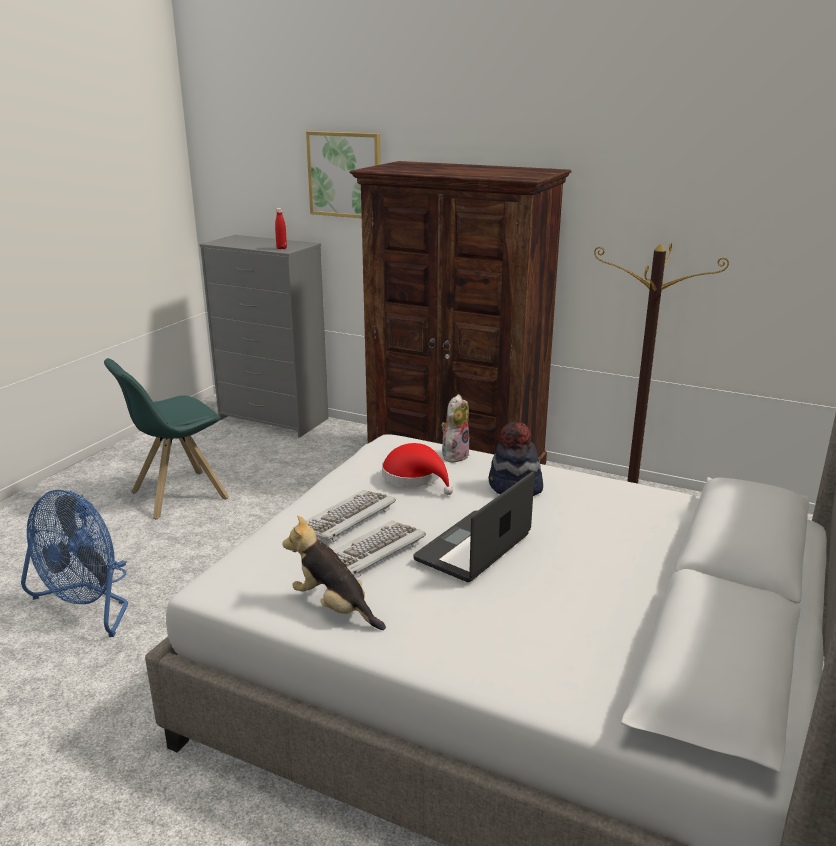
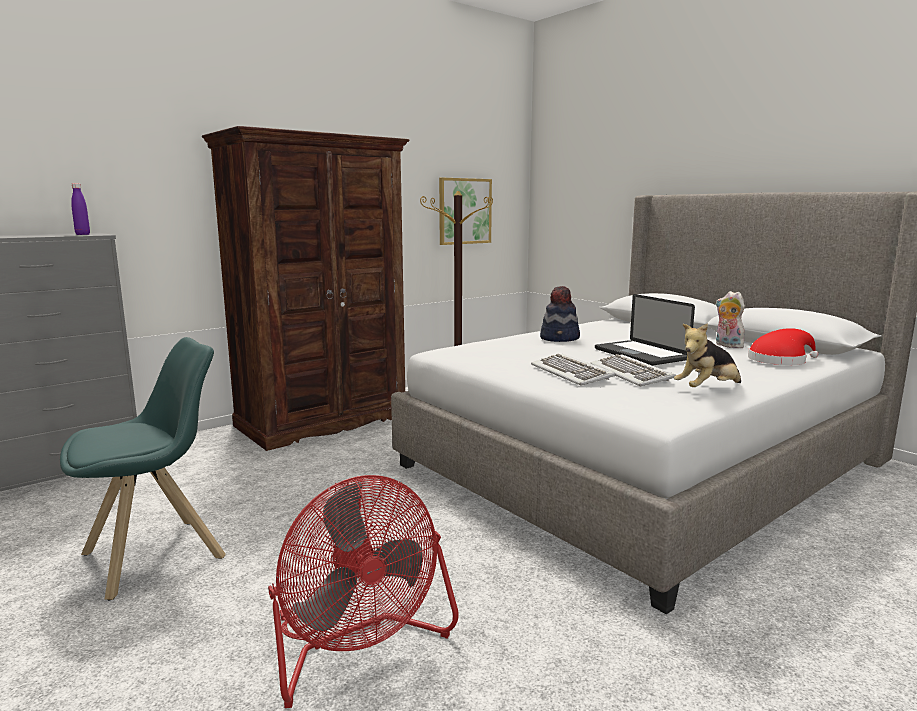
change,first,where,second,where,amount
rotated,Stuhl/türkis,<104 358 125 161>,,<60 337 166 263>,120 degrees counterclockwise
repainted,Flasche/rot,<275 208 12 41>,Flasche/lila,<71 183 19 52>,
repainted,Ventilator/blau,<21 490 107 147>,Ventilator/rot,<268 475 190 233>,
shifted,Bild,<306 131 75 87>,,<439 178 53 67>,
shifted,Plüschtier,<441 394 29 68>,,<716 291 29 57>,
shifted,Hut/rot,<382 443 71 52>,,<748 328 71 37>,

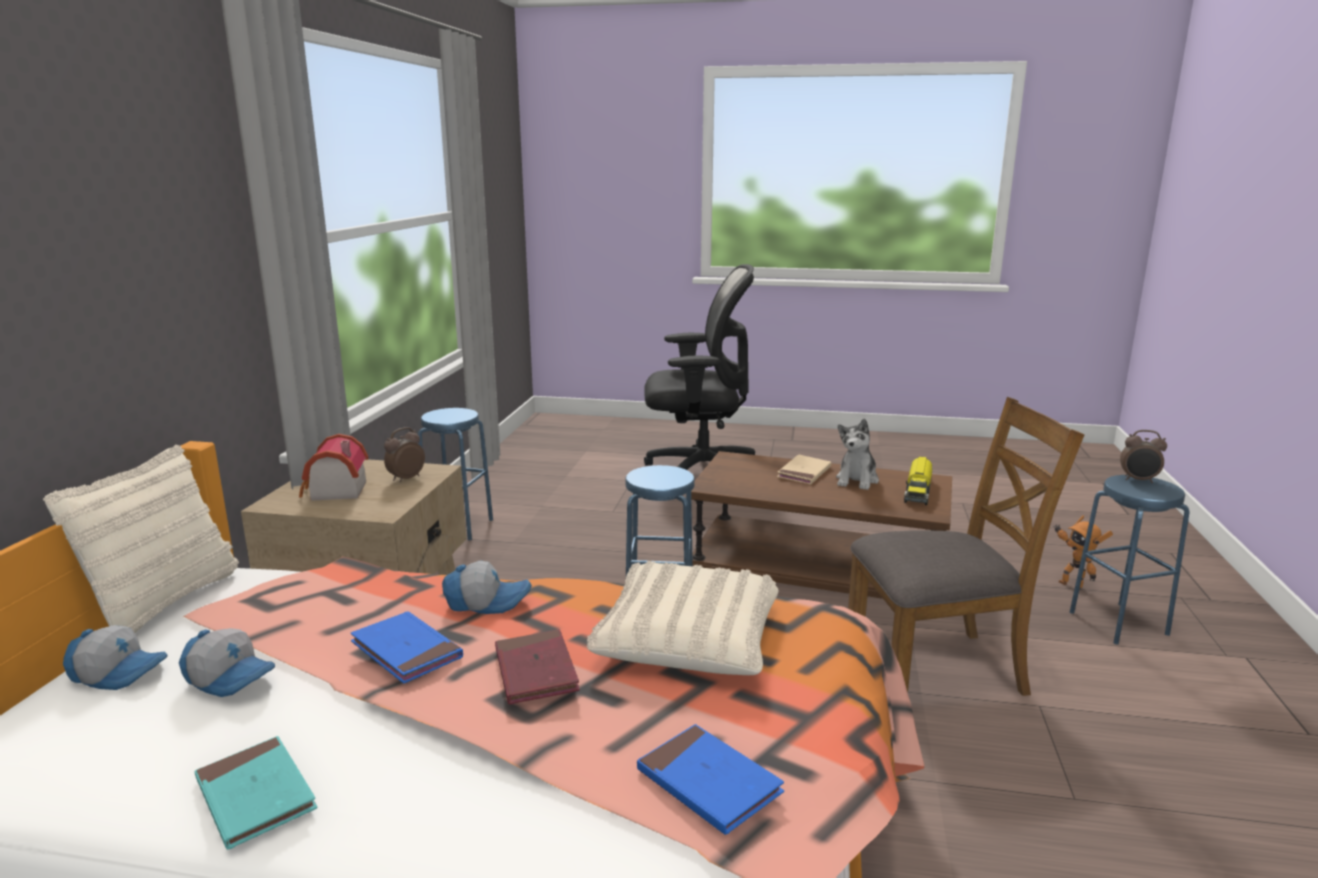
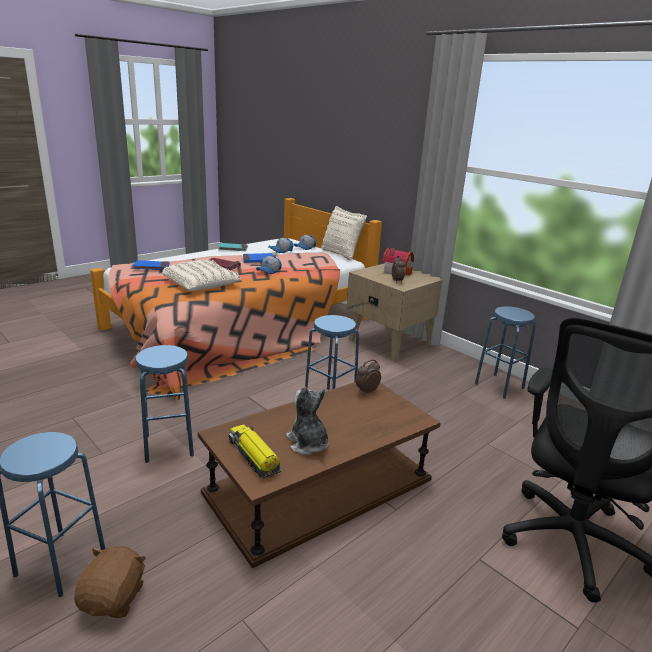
change,first,where,second,where,amount
swapped,Spielzeugroboter,<1053 515 60 73>,Plüschtier/braun,<74 546 72 72>,
swapped,Stuhl/braun,<848 397 236 299>,Hocker/blau,<135 345 59 118>,
shifted,Wecker,<1120 430 47 53>,,<356 359 25 36>,
gone,Buch/beige,<777 455 54 29>,,,

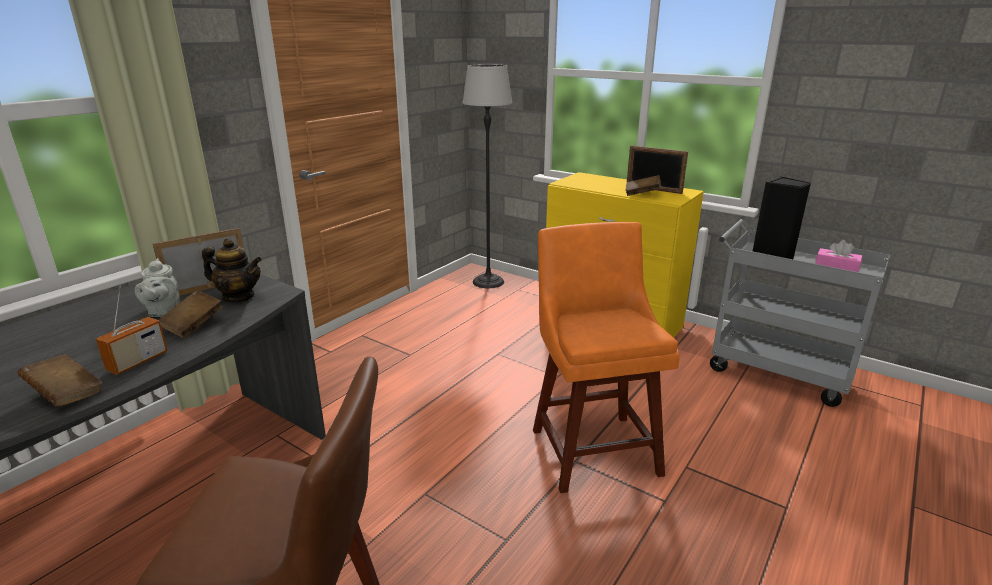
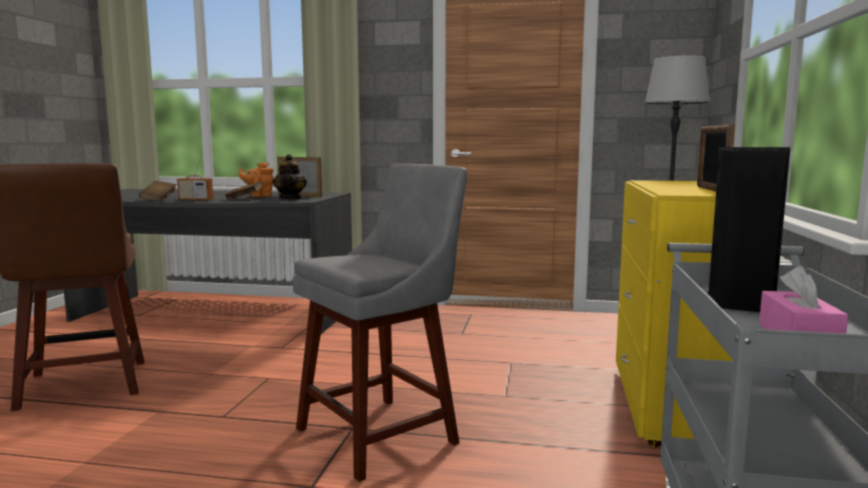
change,first,where,second,where,amount
repainted,Teekanne/grau,<135 258 45 59>,Teekanne/orange,<239 162 35 35>,
repainted,Stuhl/orange,<533 222 147 271>,Stuhl/grau,<293 164 174 318>,
gone,Buch/braun,<625 175 36 21>,,,

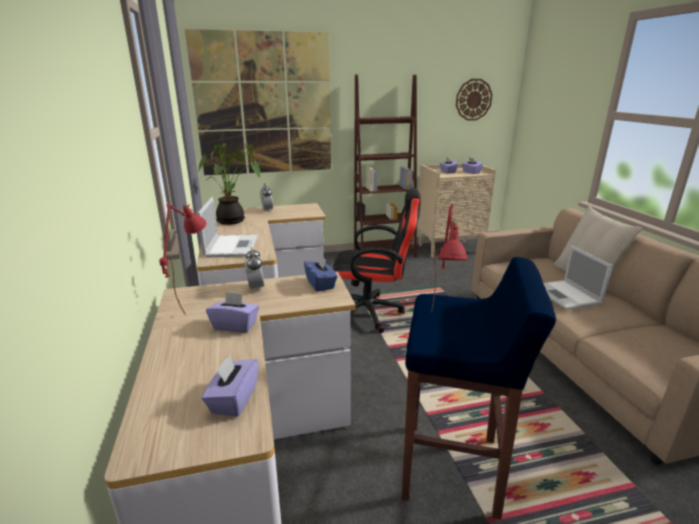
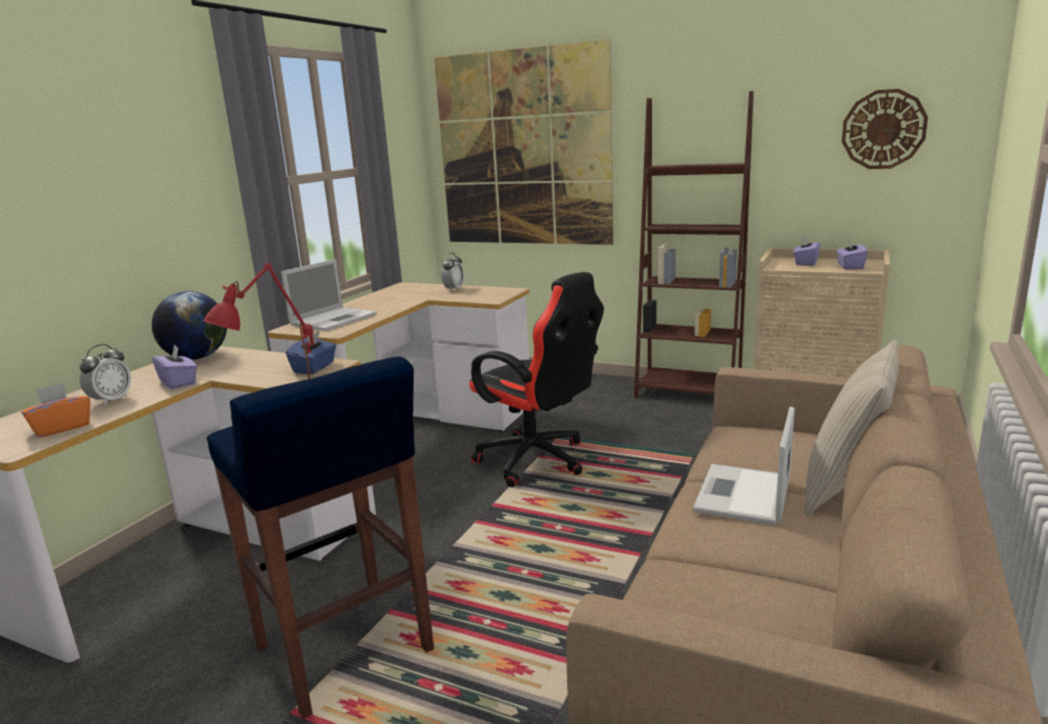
change,first,where,second,where,amount
repainted,Taschentuchbox/lila,<202 354 57 63>,Taschentuchbox/orange,<21 383 69 55>,
shifted,Wecker,<244 247 21 45>,,<79 344 52 62>,
swapped,Tischlampe/rot,<159 203 47 112>,Globus,<152 291 75 69>,
gone,Topfpflanze,<199 143 61 82>,,,

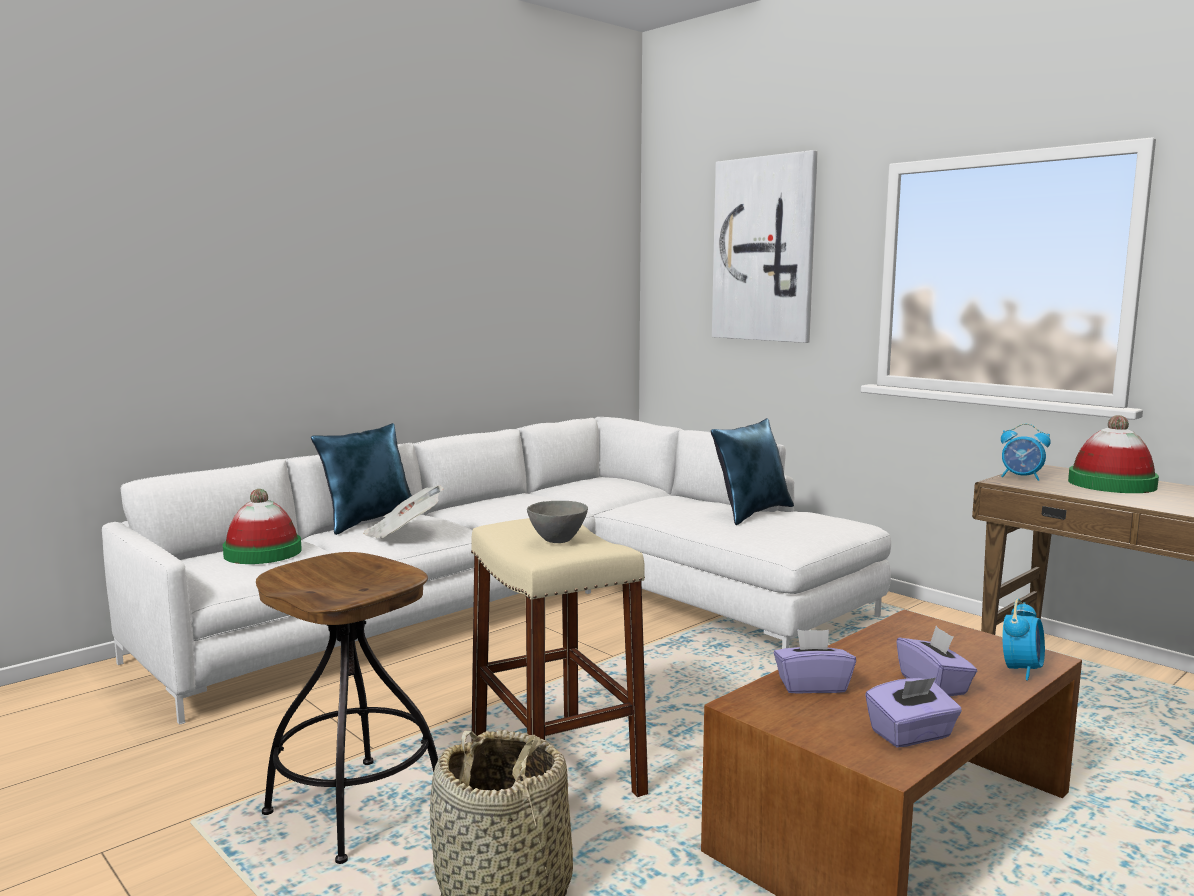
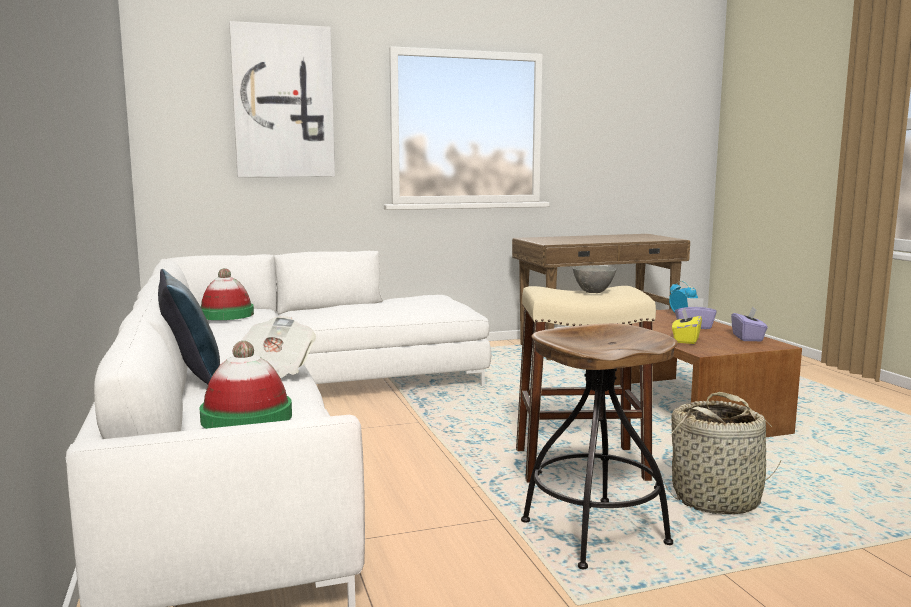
change,first,where,second,where,amount
shifted,Hut,<1068 415 91 78>,,<200 268 54 52>,
repainted,Taschentuchbox/lila,<774 629 82 65>,Taschentuchbox/gelb,<672 309 30 35>,
gone,Kissen/blau,<711 418 83 107>,,,
gone,Wecker,<1001 423 50 58>,,,

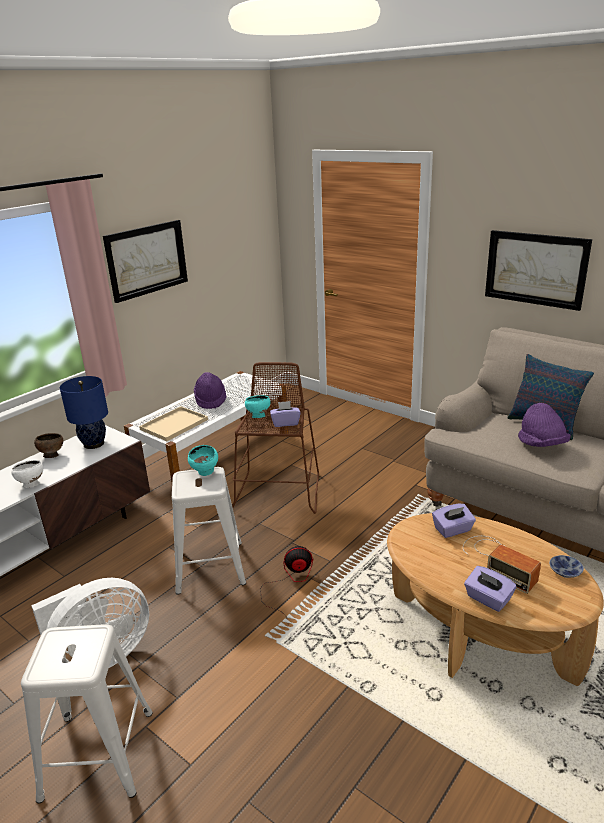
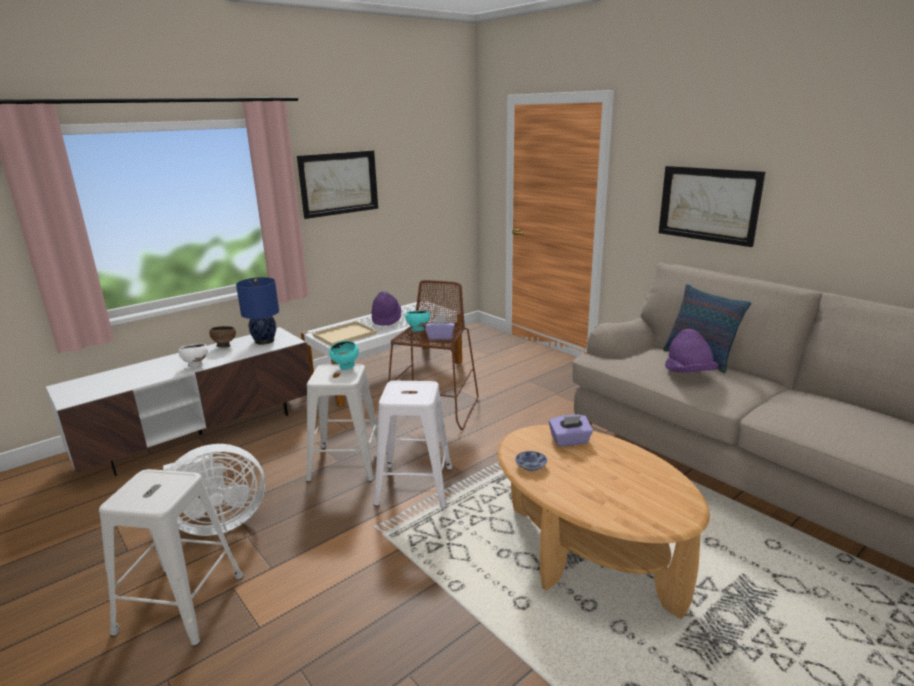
change,first,where,second,where,amount
swapped,Ventilator,<260 546 53 74>,Hocker/weiß,<373 381 80 127>,
shifted,Schüssel,<549 555 35 23>,,<515 451 33 20>,
gone,Radio,<463 536 78 58>,,,
gone,Taschentuchbox/lila,<464 566 52 46>,,,

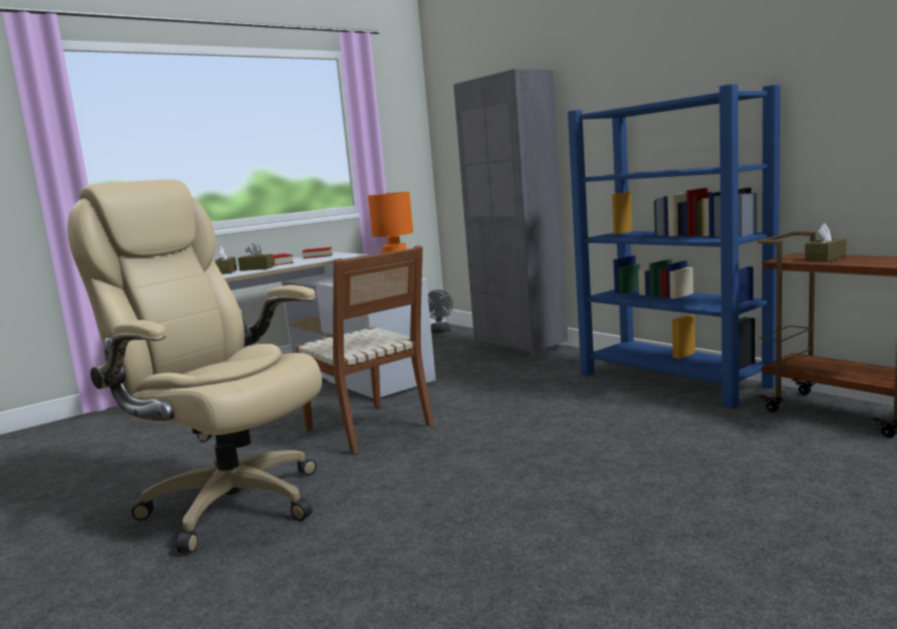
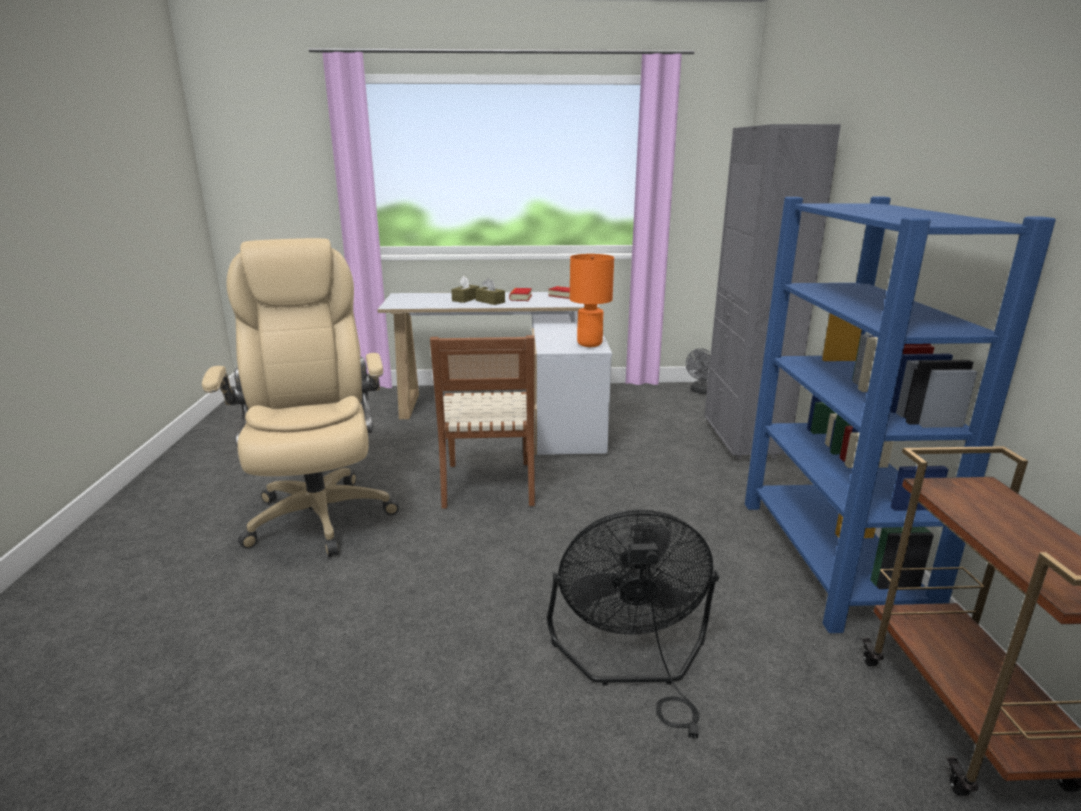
change,first,where,second,where,amount
new,,,Ventilator/schwarz,<547 510 172 229>,
gone,Taschentuchbox/braun,<805 223 41 39>,,,

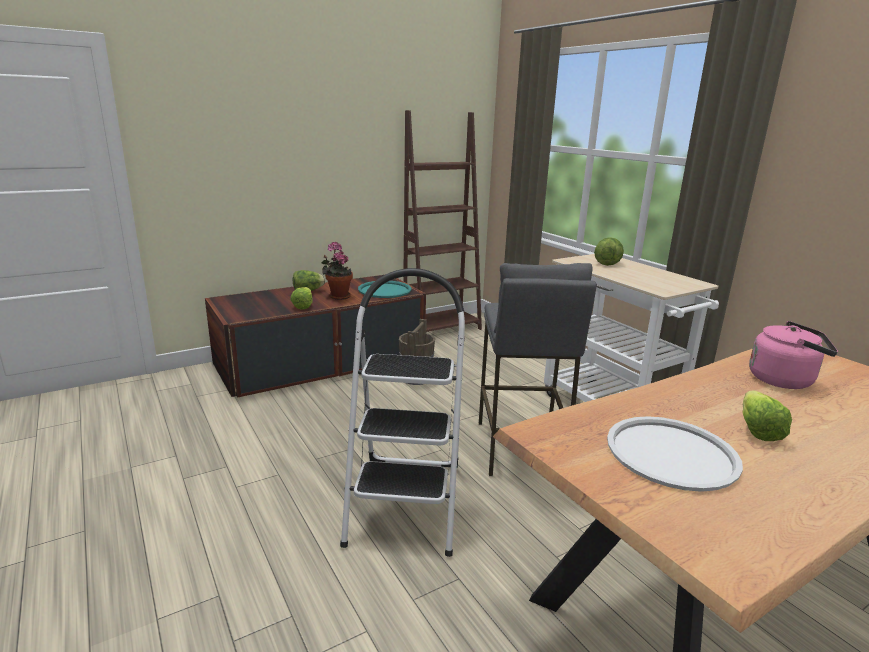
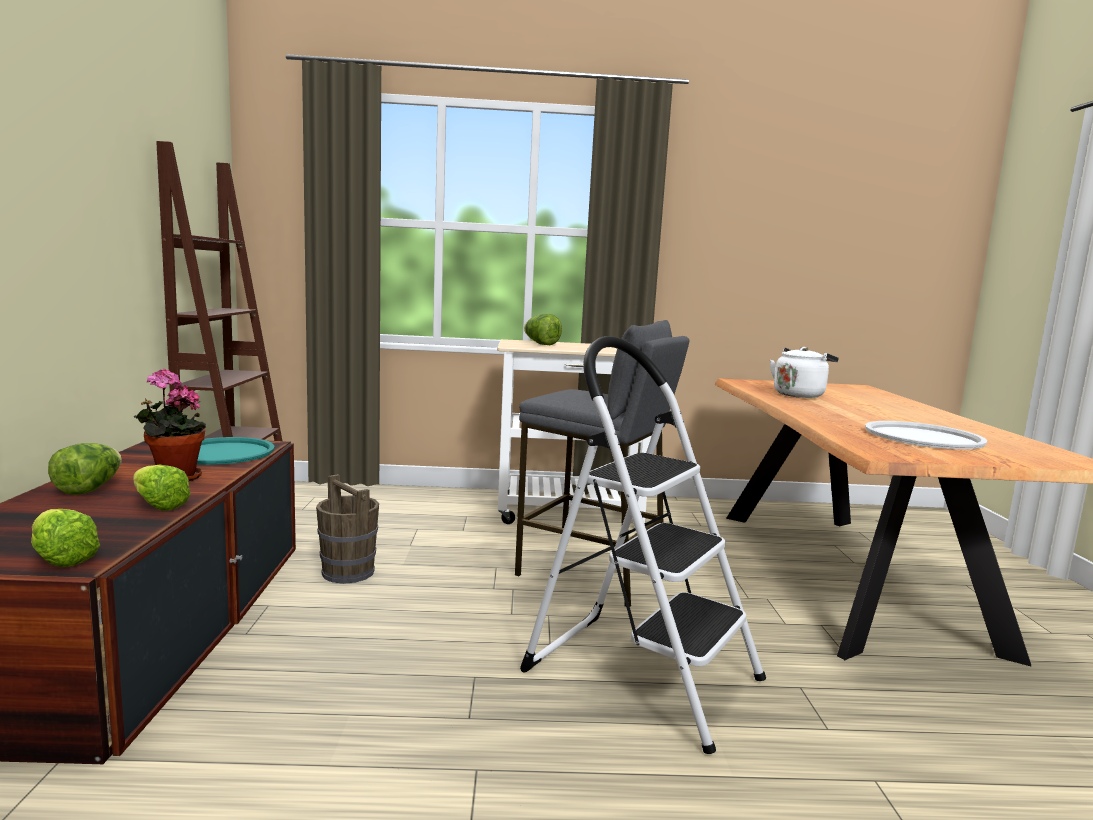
change,first,where,second,where,amount
shifted,Salatkopf,<743 391 49 50>,,<31 509 69 58>,
repainted,Wasserkessel/rosa,<749 321 89 68>,Wasserkessel/weiß,<770 347 69 51>,

